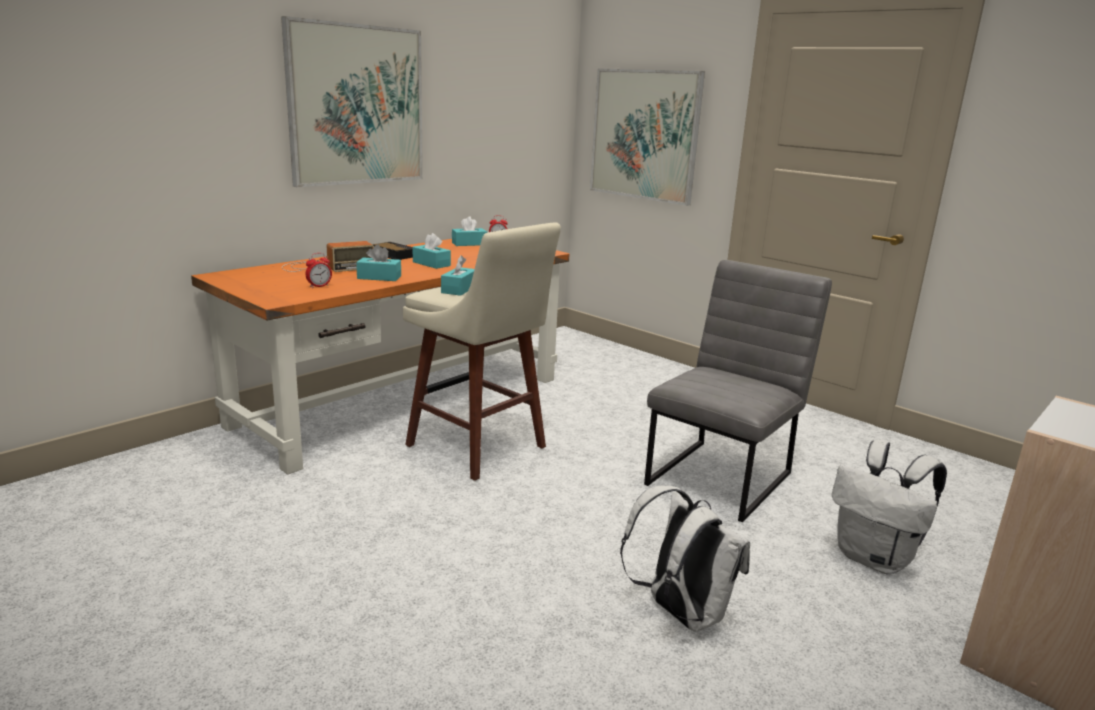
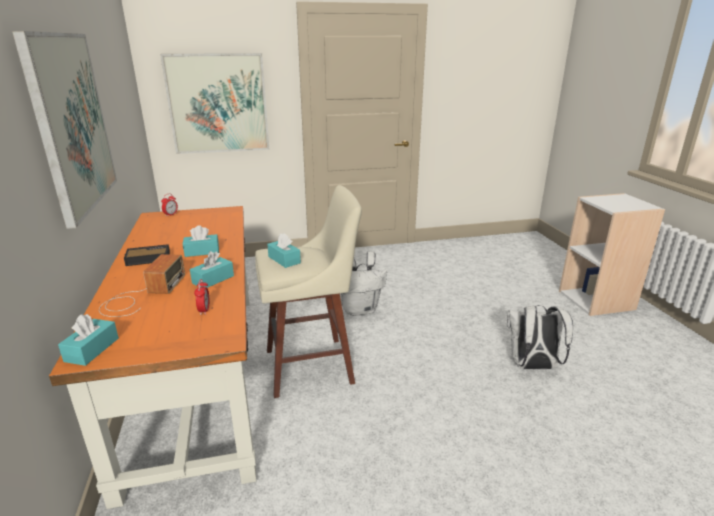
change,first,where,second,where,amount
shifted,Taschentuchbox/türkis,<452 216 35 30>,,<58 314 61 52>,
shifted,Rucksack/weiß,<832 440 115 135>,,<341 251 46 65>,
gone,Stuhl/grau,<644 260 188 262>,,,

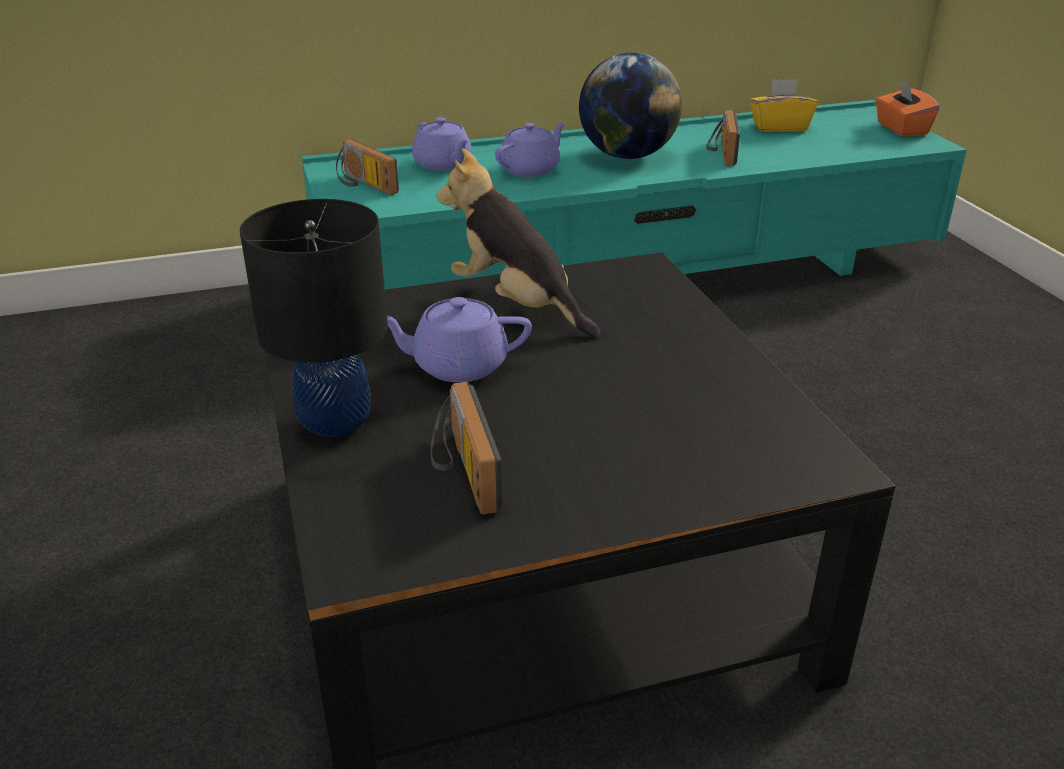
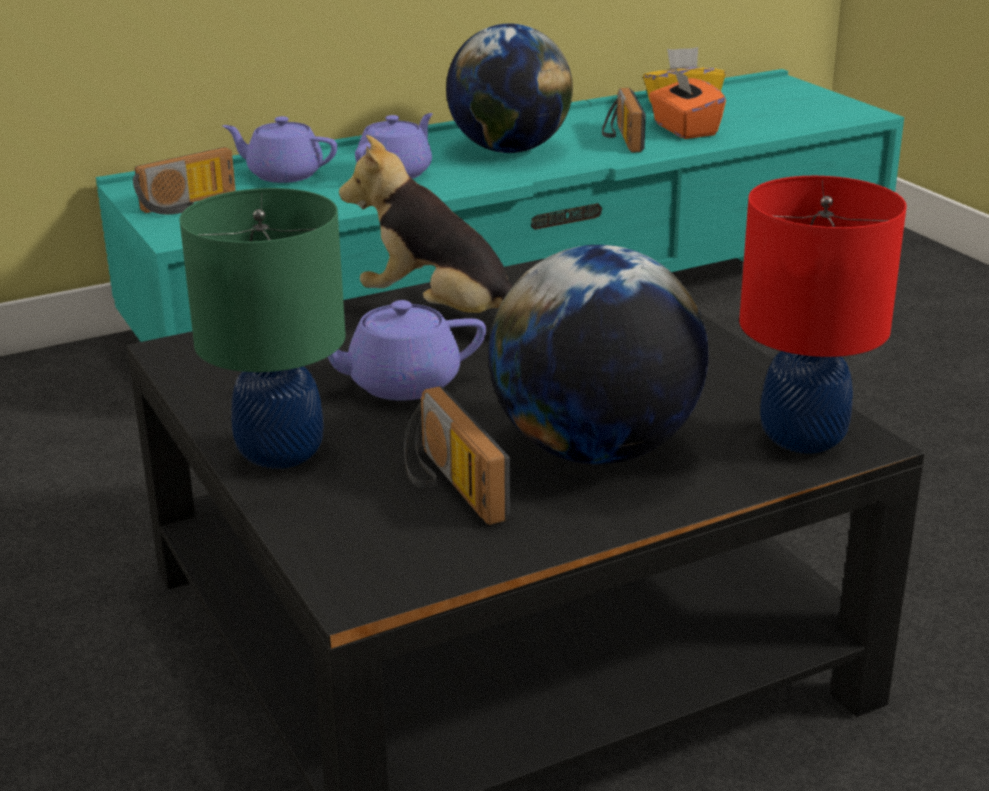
change,first,where,second,where,amount
rotated,Radio,<336 139 63 56>,,<133 147 103 67>,75 degrees counterclockwise
repainted,Tischlampe/schwarz,<240 199 148 238>,Tischlampe/grün,<180 188 166 281>,
rotated,Teekanne/lila,<412 117 60 54>,,<222 116 115 67>,150 degrees clockwise
new,,,Globus,<488 245 220 219>,
shifted,Taschentuchbox/orange,<875 79 65 58>,,<649 68 77 71>,
new,,,Tischlampe/rot,<739 176 168 278>,

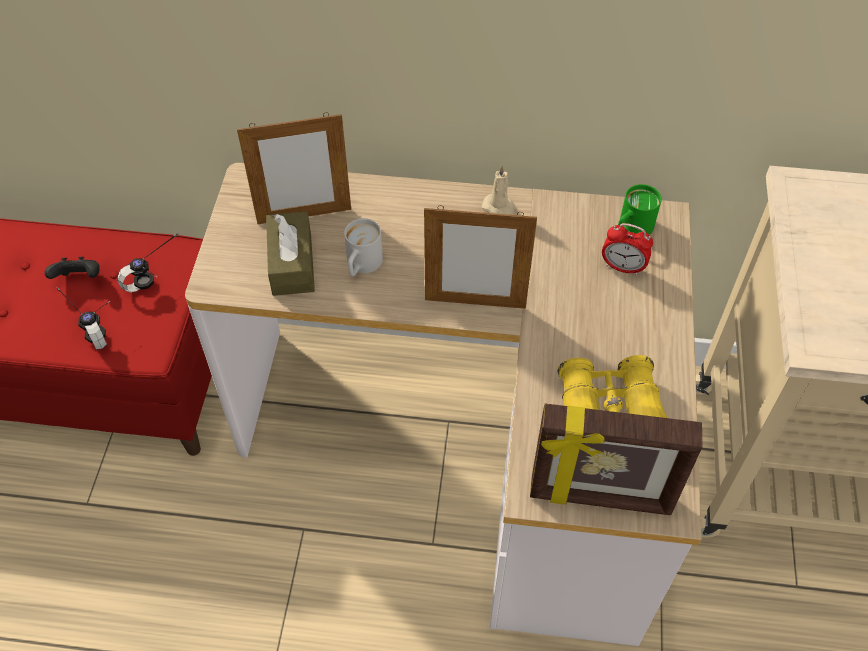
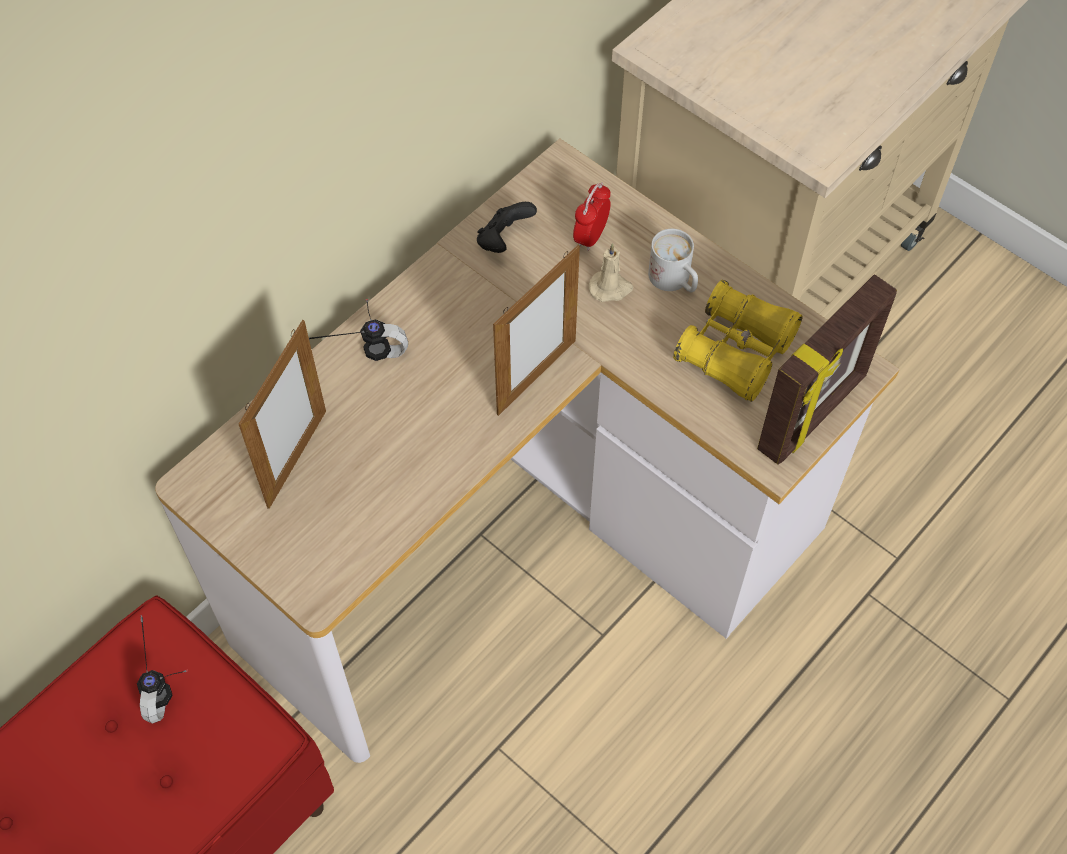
change,first,where,second,where,amount
shifted,Kopfhörer,<57 287 54 62>,,<309 299 99 62>,
shifted,Gamepad/schwarz,<45 257 55 22>,,<477 202 60 51>,
rotated,Wecker,<602 223 51 52>,,<573 182 38 69>,150 degrees clockwise
shifted,Kerze/beige,<482 165 33 50>,,<589 243 44 59>,
shifted,Henkelbecher/weiß,<344 218 39 58>,,<648 229 50 63>,
gone,Taschentuchbox/braun,<266 211 49 85>,,,
gone,Henkelbecher/grün,<618 184 44 51>,,,

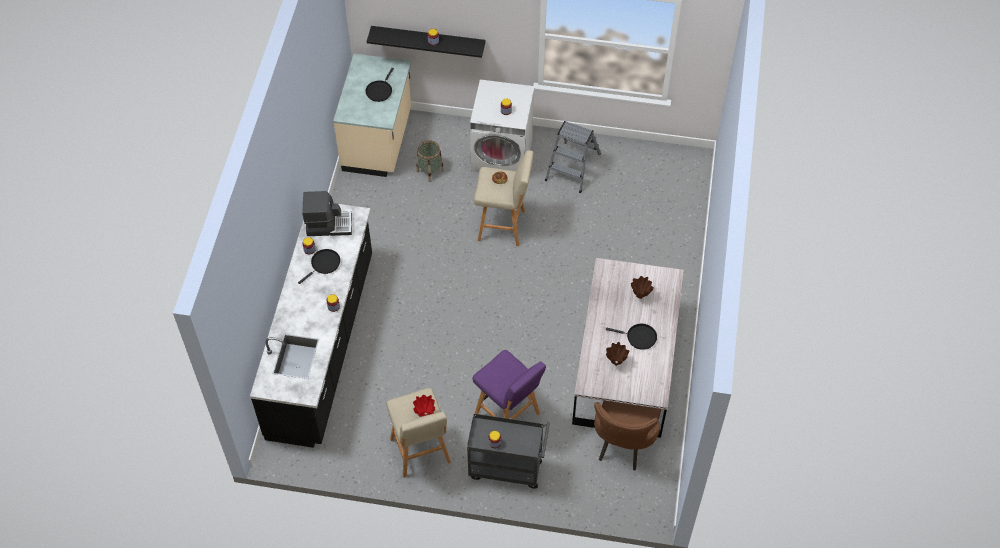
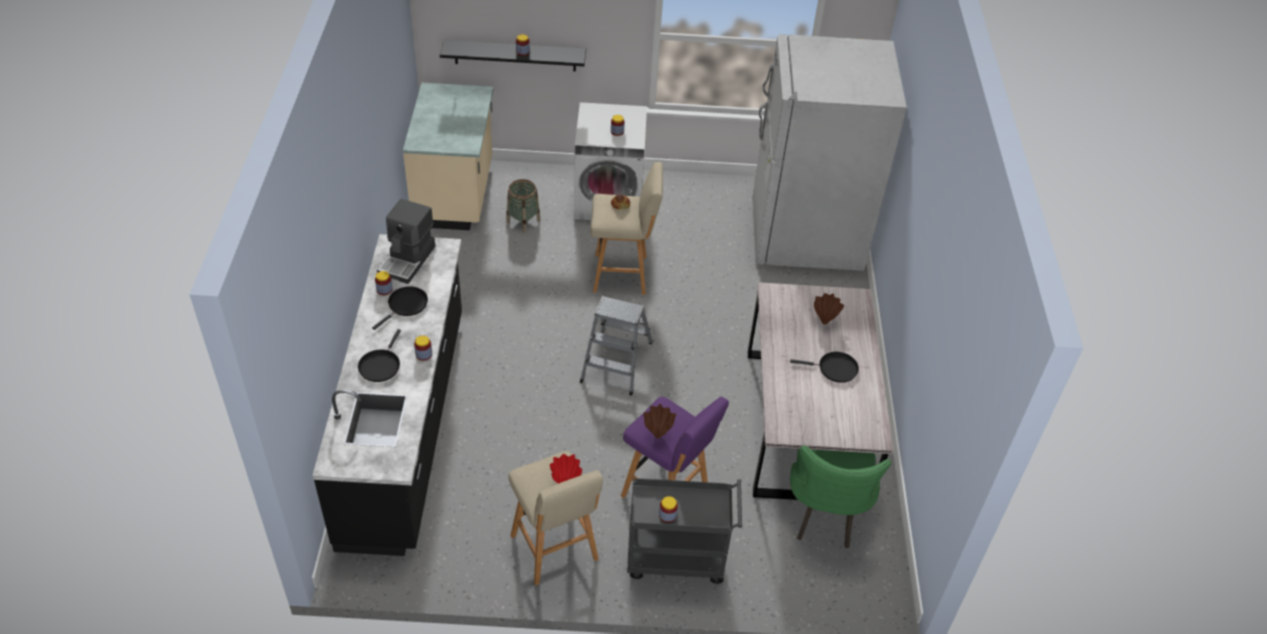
change,first,where,second,where,amount
shifted,Pfanne/schwarz,<365 68 29 34>,,<358 329 43 53>,
rotated,Kaffeemaschine,<302 191 50 45>,,<377 199 58 85>,120 degrees clockwise
shifted,Trittleiter/grau,<545 121 56 72>,,<580 296 73 100>,
shifted,Vase/braun,<606 342 24 24>,,<643 404 33 34>,
new,,,Kühlschrank/weiß,<752 34 155 237>,
repainted,Stuhl/braun,<594 401 67 69>,Stuhl/grün,<790 445 101 103>,

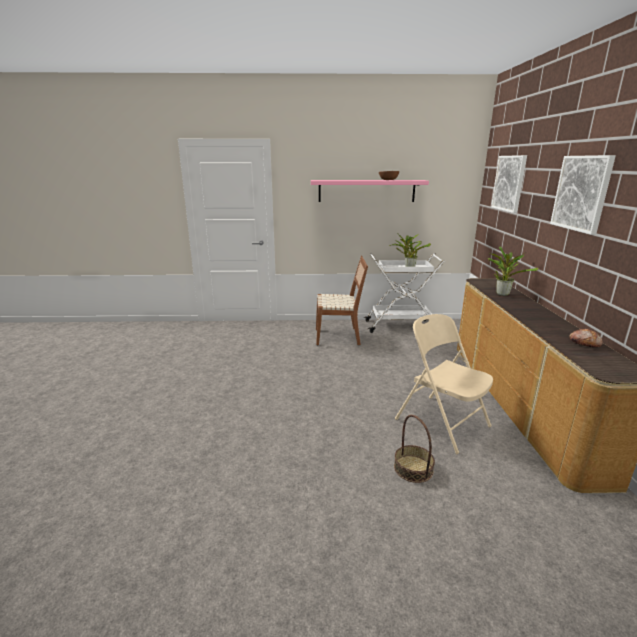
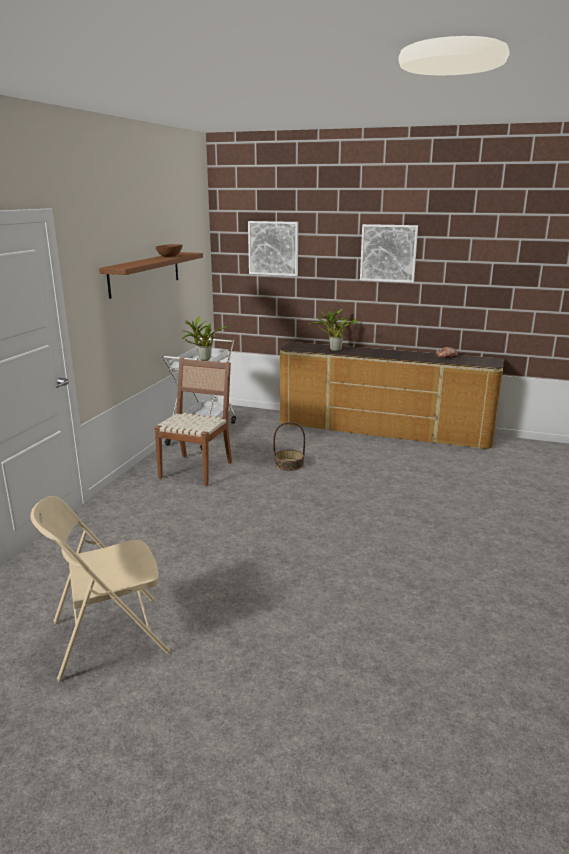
change,first,where,second,where,amount
shifted,Stuhl/beige,<395 314 98 140>,,<30 496 140 186>,
repainted,Wandregal/rosa,<311 180 118 22>,Wandregal/braun,<99 252 104 47>,
shifted,Korb,<394 415 41 68>,,<273 422 32 49>,

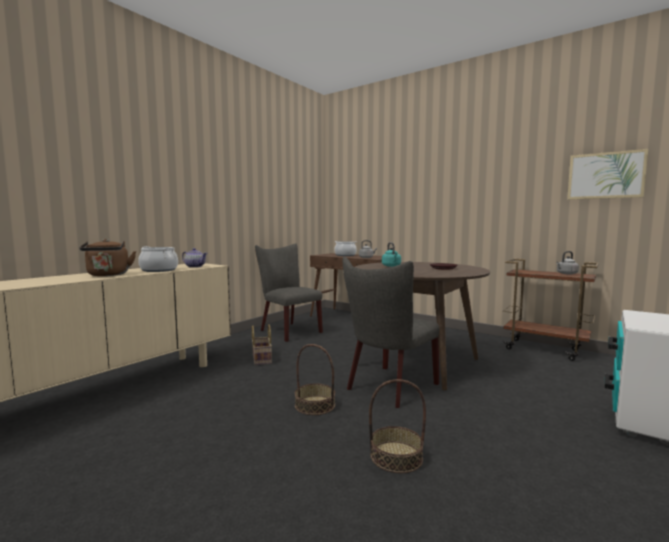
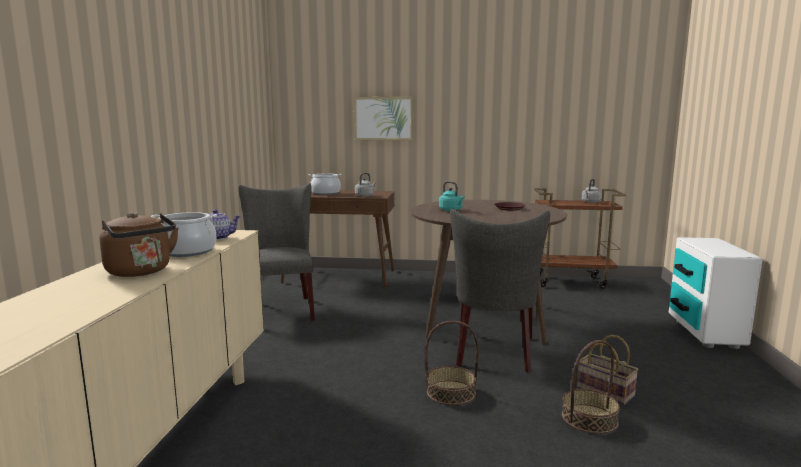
change,first,where,second,where,amount
rotated,Stuhl/grau,<255 243 68 99>,,<238 183 77 138>,60 degrees clockwise
shifted,Bild,<567 149 81 51>,,<354 97 60 44>,
shifted,Korb,<252 324 20 41>,,<577 335 62 70>,

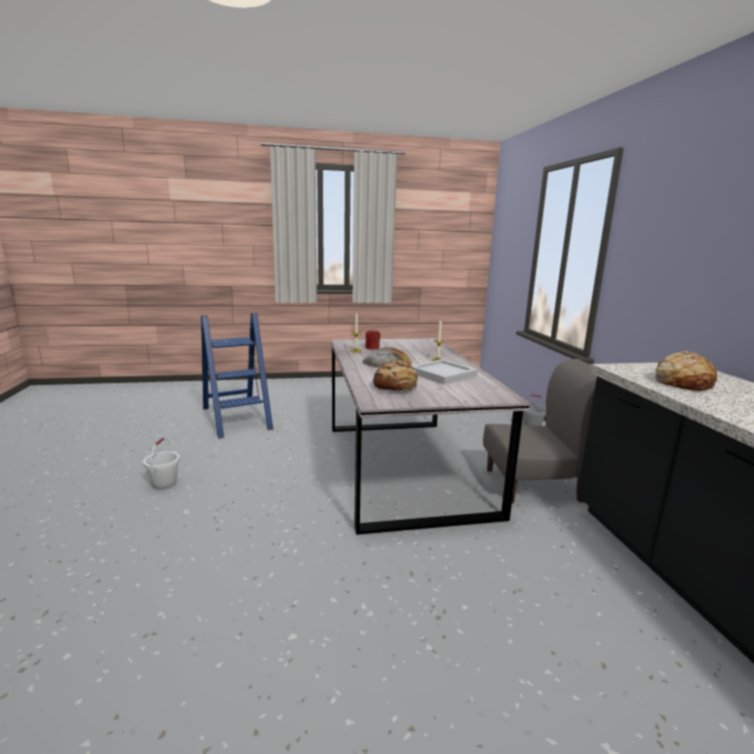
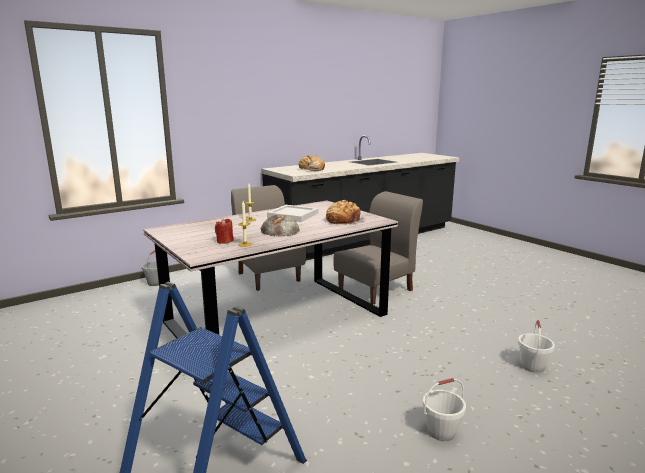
change,first,where,second,where,amount
new,,,Stuhl/grau,<333 191 90 113>,
new,,,Eimer/weiß,<518 320 37 53>,

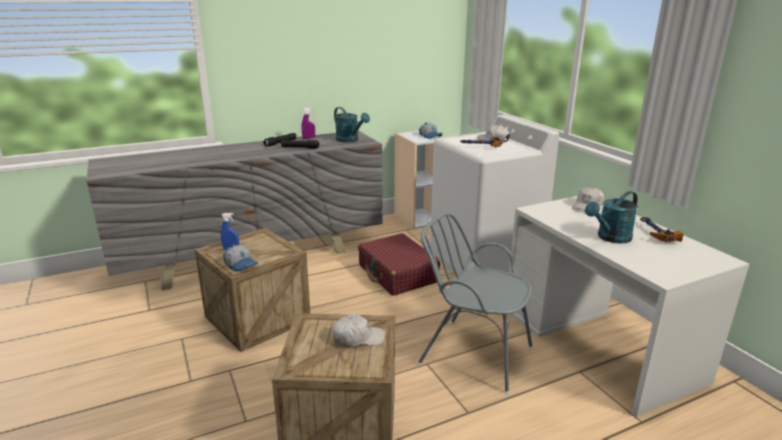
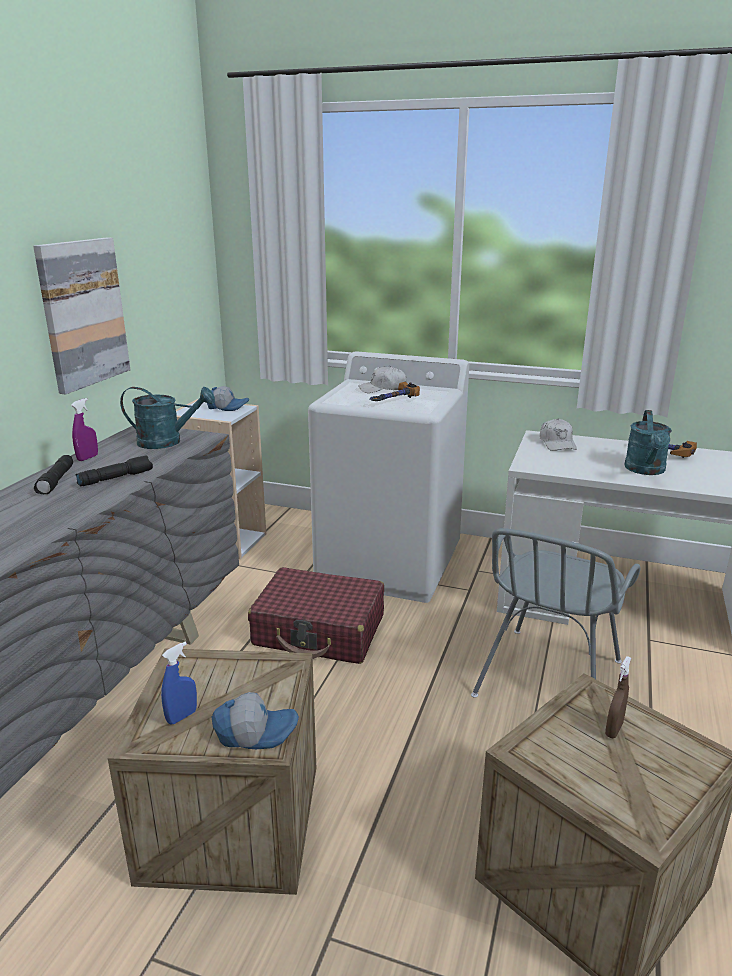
change,first,where,second,where,amount
new,,,Bild,<33 237 97 158>,
rotated,Stuhl/grau,<417 212 116 183>,,<471 528 170 170>,45 degrees counterclockwise
swapped,Kappe/weiß,<332 314 53 32>,Sprühflasche/braun,<605 656 26 82>,

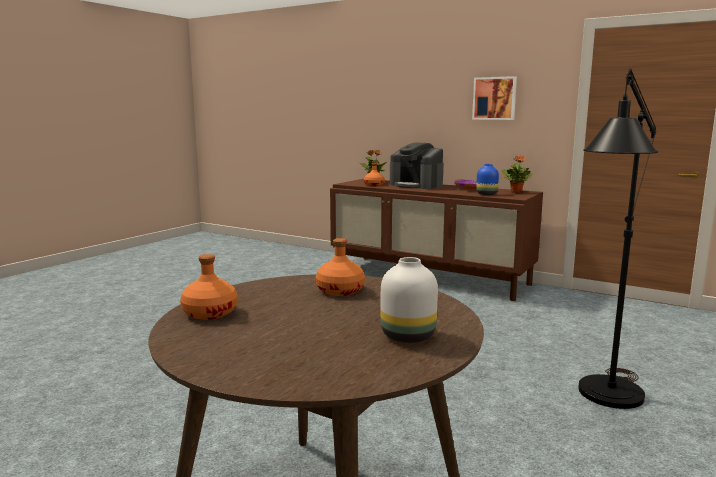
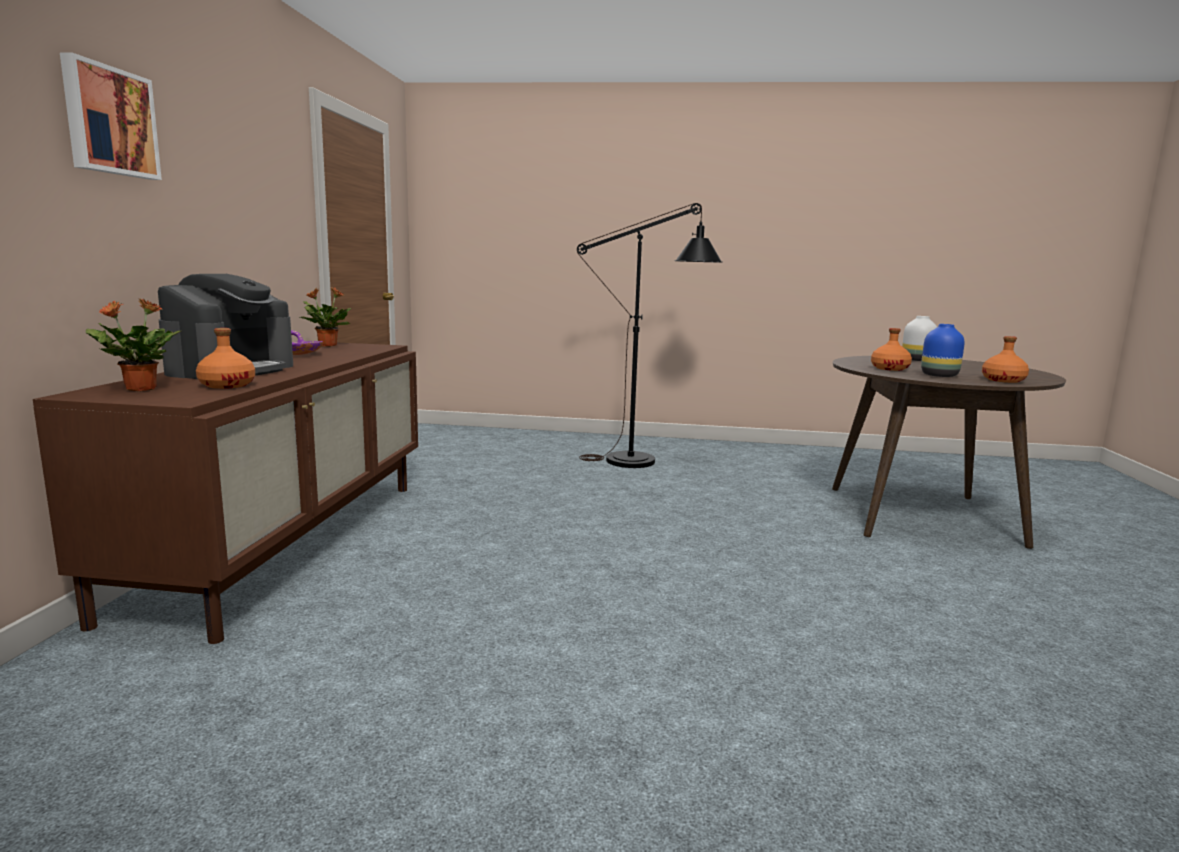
change,first,where,second,where,amount
shifted,Bild,<472 76 45 44>,,<60 52 102 128>,
shifted,Vase/blau,<476 164 23 31>,,<921 324 44 53>,

